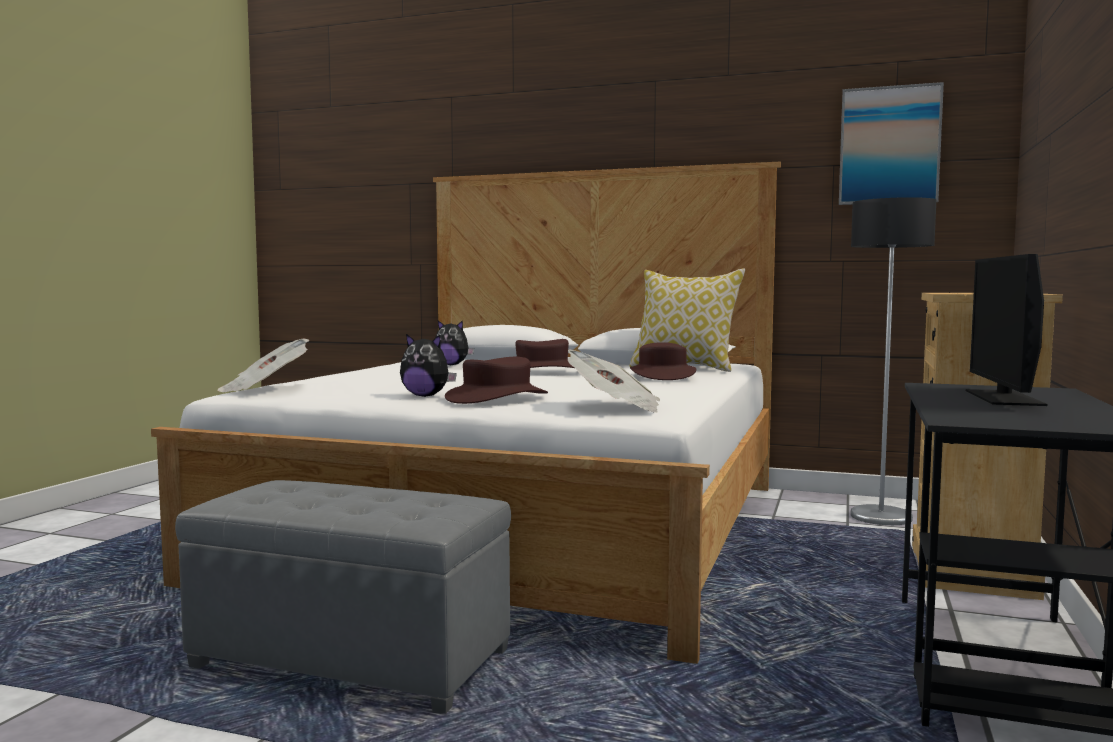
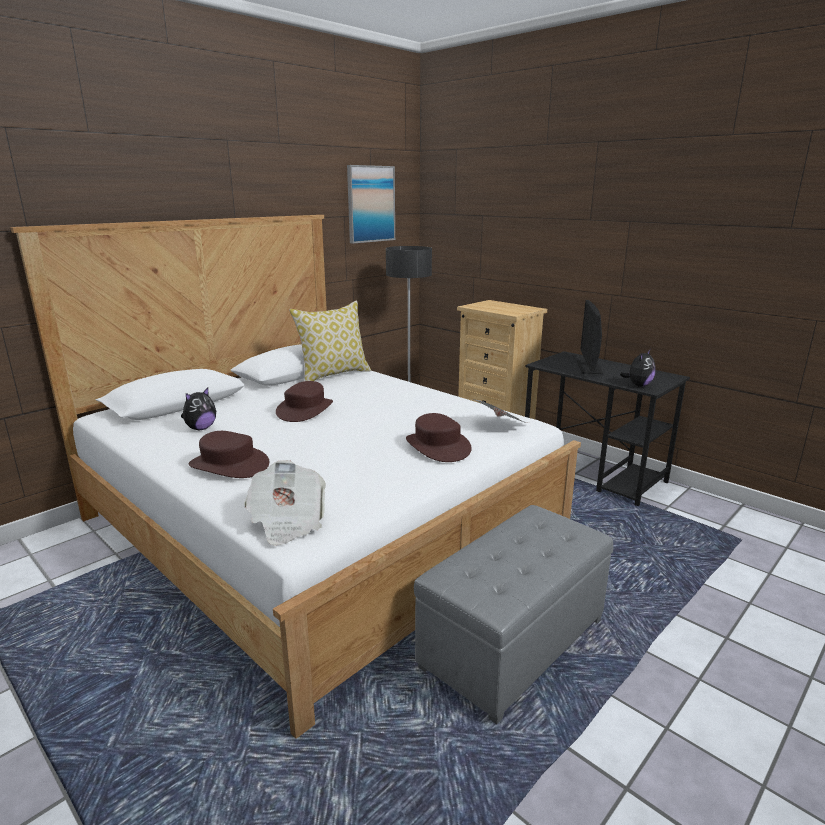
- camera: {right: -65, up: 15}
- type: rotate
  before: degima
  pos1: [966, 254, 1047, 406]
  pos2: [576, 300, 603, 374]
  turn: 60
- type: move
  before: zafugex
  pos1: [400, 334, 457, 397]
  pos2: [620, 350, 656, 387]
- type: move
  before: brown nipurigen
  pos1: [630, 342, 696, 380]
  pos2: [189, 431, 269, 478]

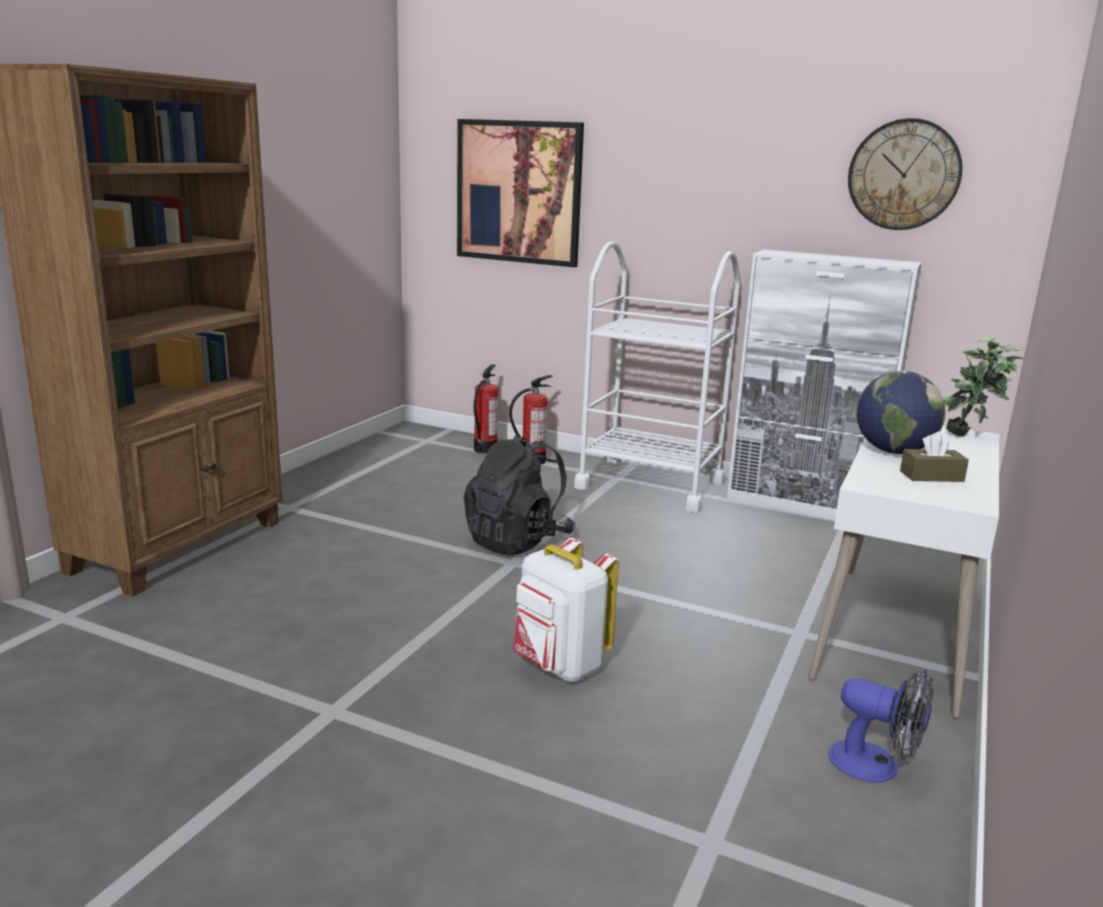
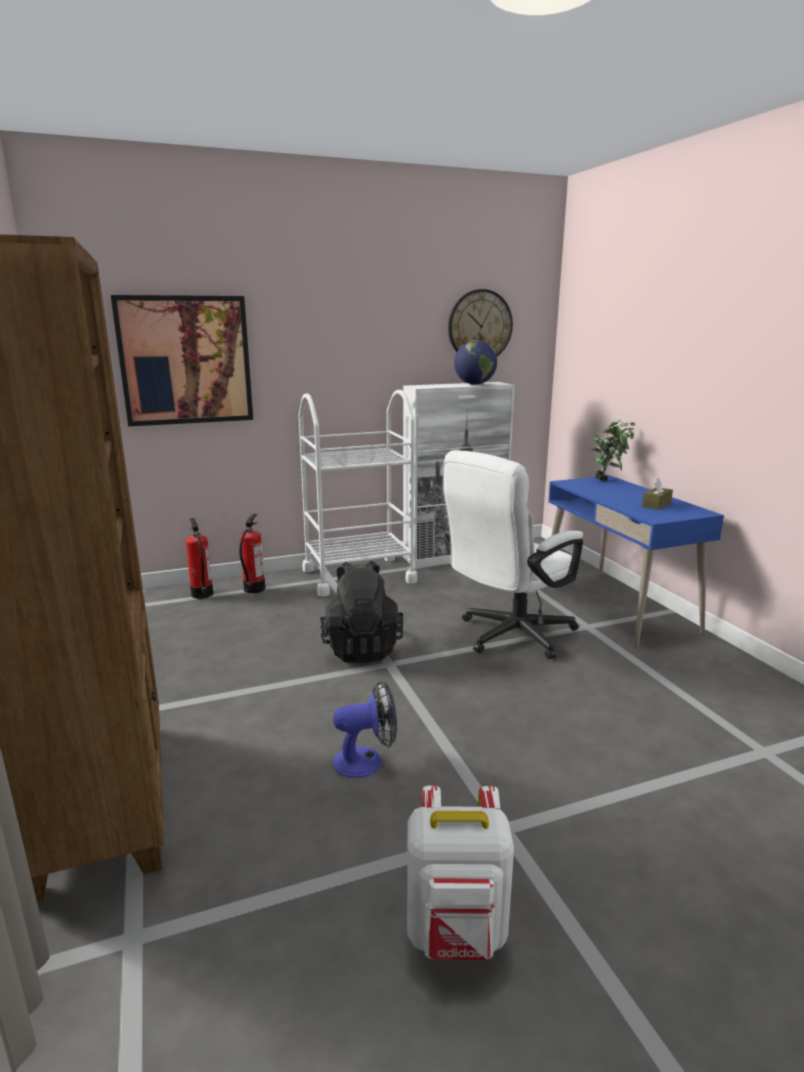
- camera: {right: -45, up: 0}
- type: move
  before: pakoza
  pos1: [857, 371, 945, 454]
  pos2: [454, 340, 497, 385]
- type: recolor
  before: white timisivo
  after: blue timisivo
  pos1: [809, 426, 999, 719]
  pos2: [548, 475, 724, 648]
- type: move
  before: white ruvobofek
  pos1: [513, 538, 619, 682]
  pos2: [407, 786, 514, 960]
- type: move
  before: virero
  pos1: [828, 669, 934, 783]
  pos2: [333, 680, 397, 778]
- type: insert
  after: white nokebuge
  pos2: [443, 450, 583, 659]

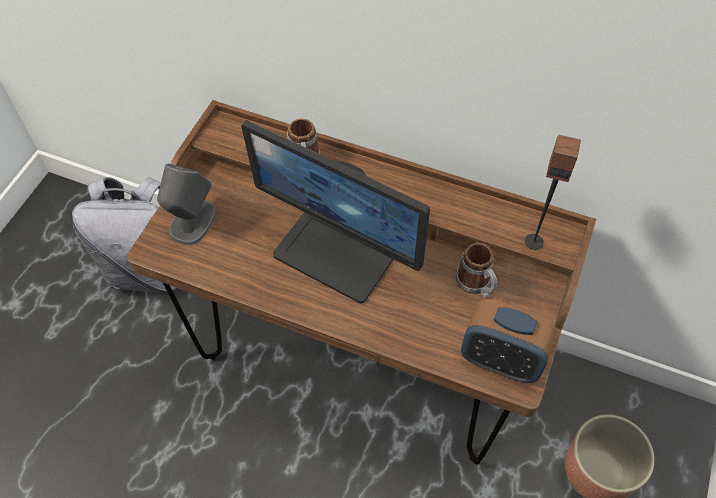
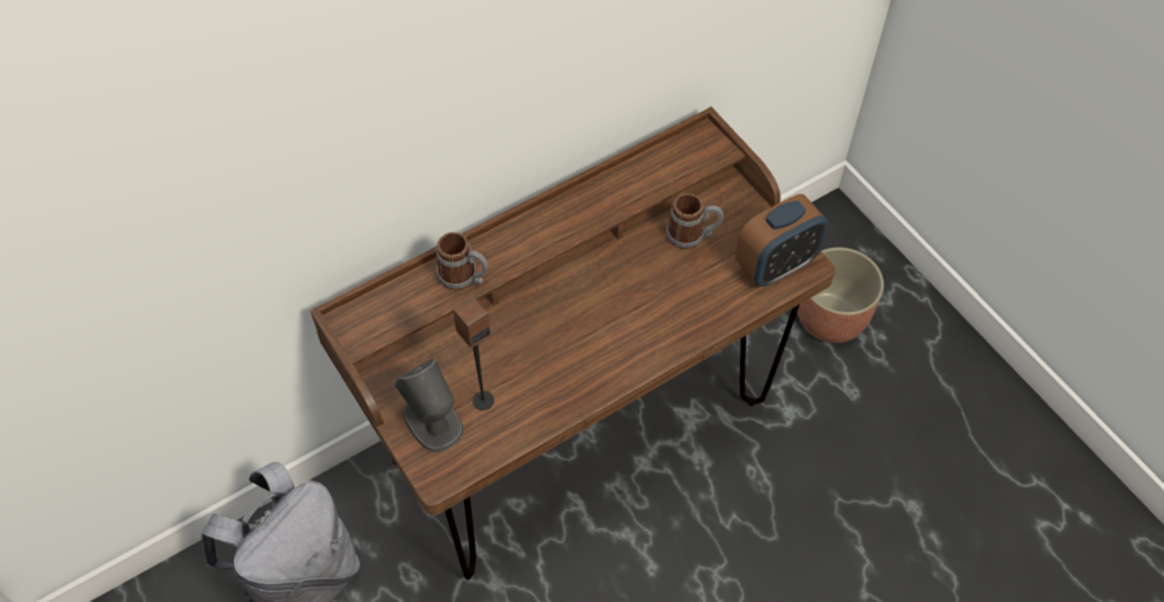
- camera: {right: -55, up: 0}
- type: delete
  before: degima
  pos1: [241, 120, 430, 303]
- type: move
  before: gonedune
  pos1: [524, 134, 581, 250]
  pos2: [453, 296, 494, 410]

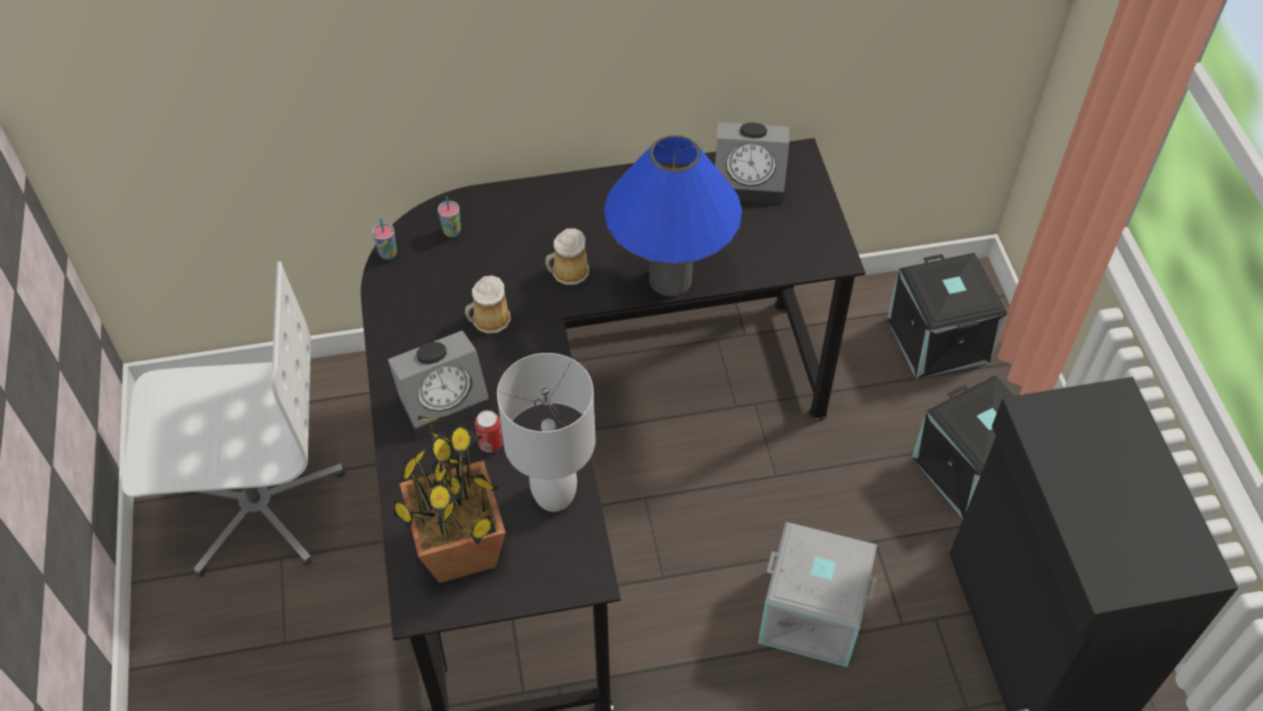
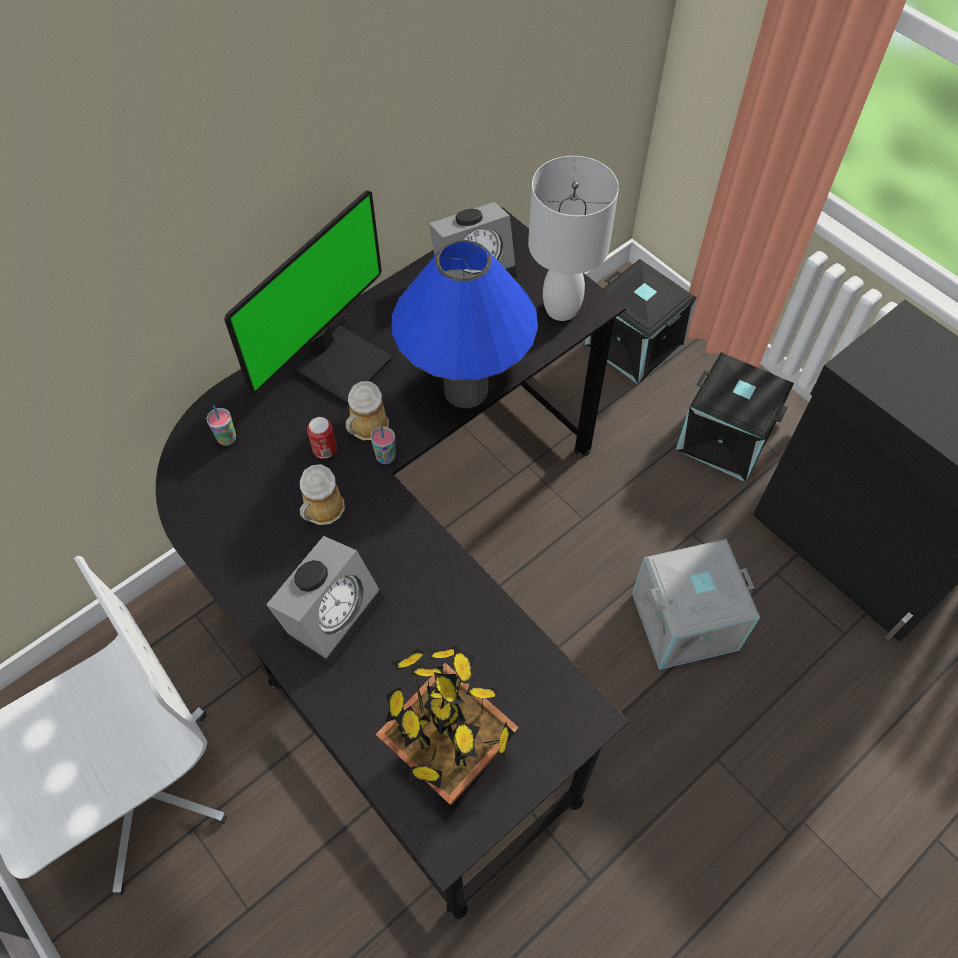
- camera: {right: -30, up: 5}
- type: move
  before: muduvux
  pos1: [372, 218, 397, 260]
  pos2: [371, 424, 396, 464]
- type: move
  before: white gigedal
  pos1: [497, 353, 595, 512]
  pos2: [528, 156, 619, 321]
- type: move
  before: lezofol
  pos1: [475, 410, 503, 453]
  pos2: [307, 417, 337, 459]
- type: insert
  after: degima
  pos2: [224, 190, 393, 404]

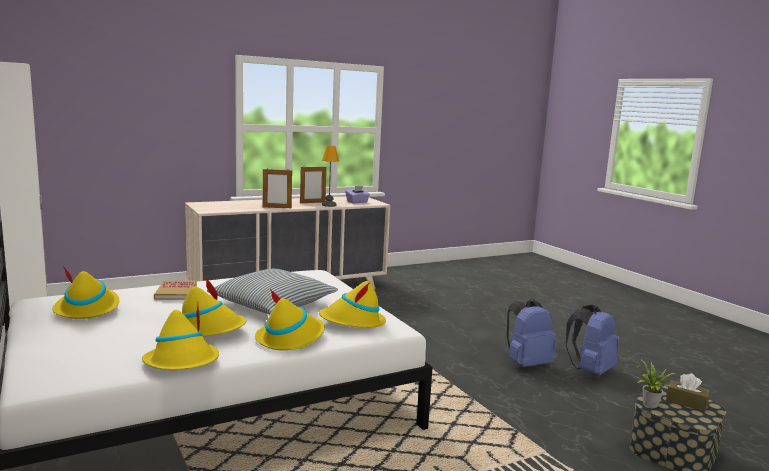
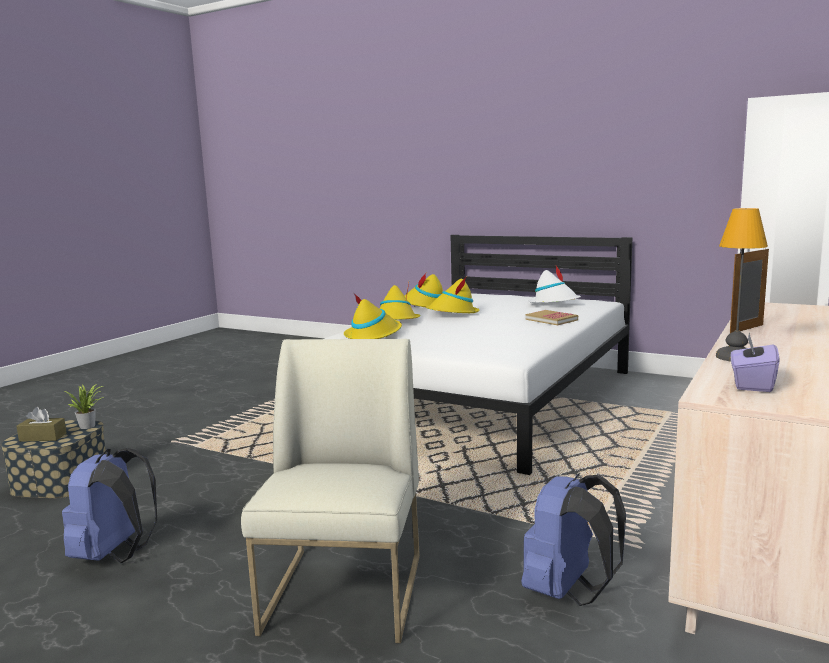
- camera: {right: 150, up: 0}
- type: delete
  before: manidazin
  pos1: [300, 167, 326, 203]
- type: recolor
  before: yellow nipurigen
  after: white nipurigen
  pos1: [52, 266, 119, 319]
  pos2: [529, 266, 581, 303]
- type: delete
  before: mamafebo
  pos1: [207, 269, 338, 314]
- type: move
  before: blue ruvobofek
  pos1: [507, 299, 556, 367]
  pos2: [521, 473, 626, 606]
- type: insert
  after: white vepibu
  pos2: [241, 339, 420, 643]

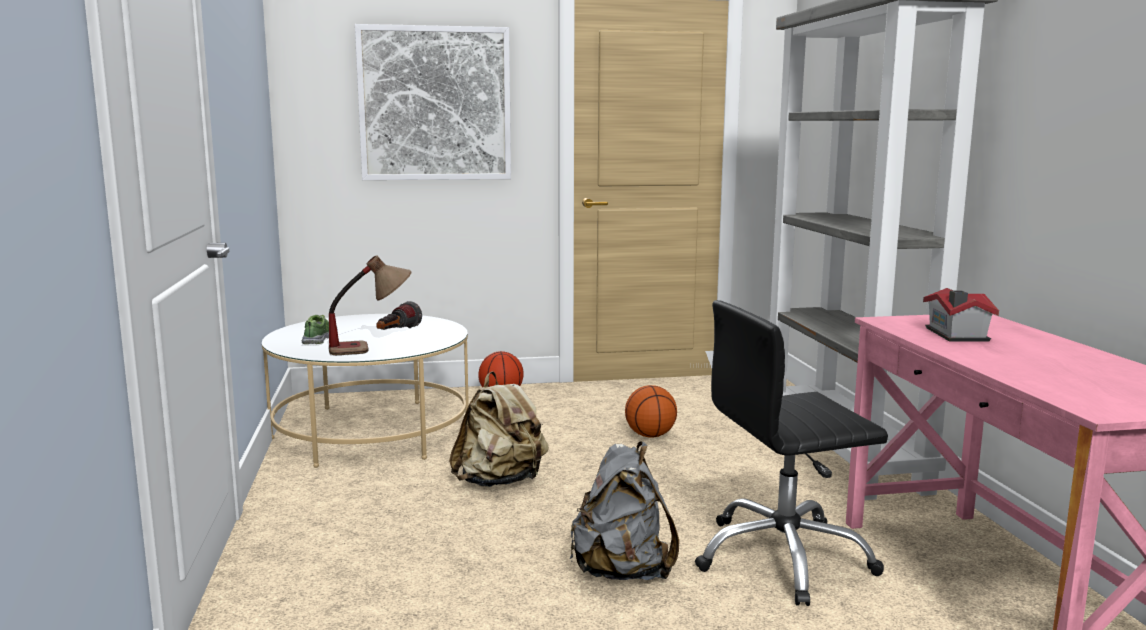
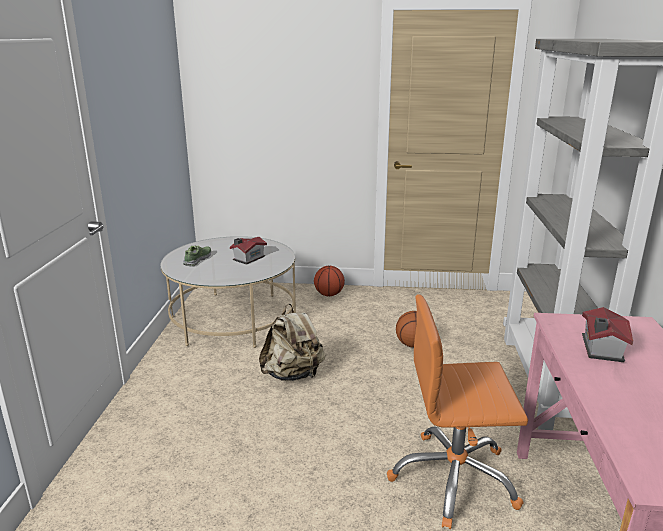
- camera: {right: 15, up: 10}
- type: delete
  before: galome
  pos1: [355, 24, 511, 180]
- type: delete
  before: gigedal
  pos1: [329, 255, 412, 355]
- type: recolor
  before: black nokebuge
  after: orange nokebuge
  pos1: [695, 300, 888, 606]
  pos2: [387, 294, 528, 529]
- type: replace
  before: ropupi
  after: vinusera
  pos1: [376, 301, 422, 330]
  pos2: [230, 237, 267, 264]
- type: delete
  before: grey ruvobofek
  pos1: [570, 441, 679, 580]

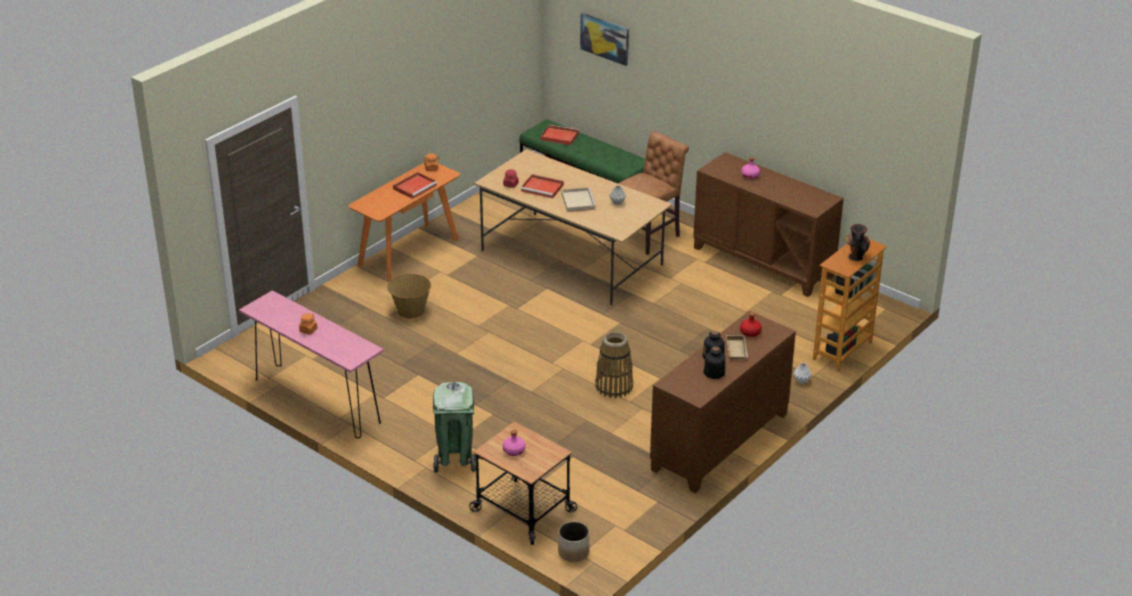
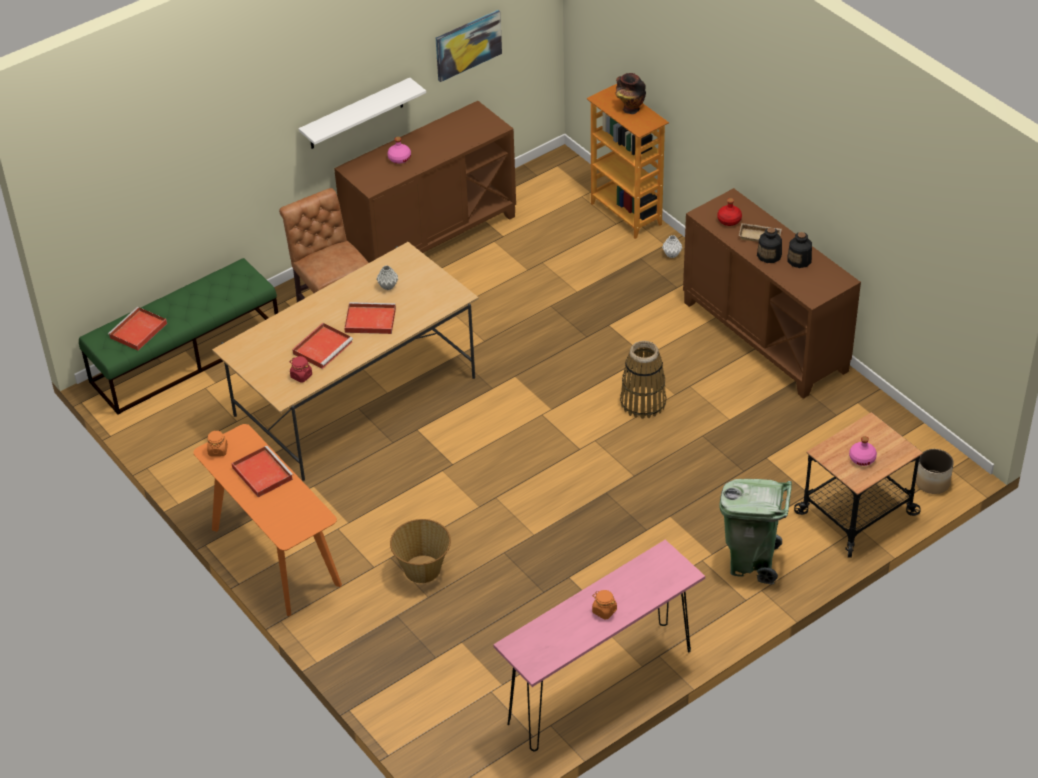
- camera: {right: -75, up: 10}
- type: move
  before: galome
  pos1: [580, 13, 629, 66]
  pos2: [436, 10, 502, 82]
- type: recolor
  before: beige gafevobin
  after: red gafevobin
  pos1: [561, 188, 596, 212]
  pos2: [344, 302, 396, 334]
- type: insert
  after: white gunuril
  pos2: [299, 78, 426, 149]

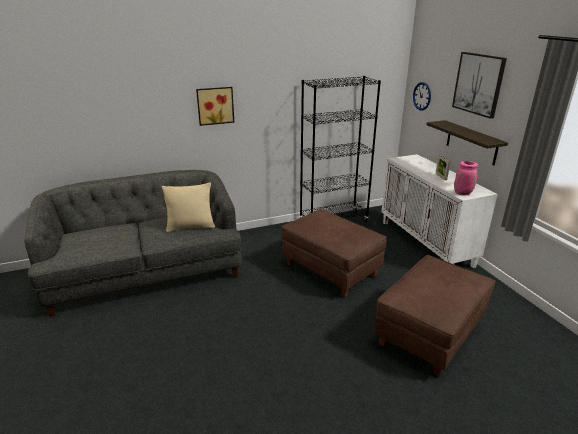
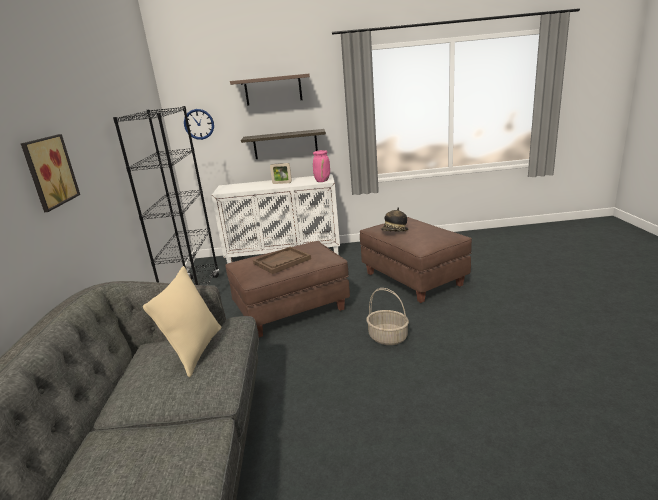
- camera: {right: -70, up: -5}
- type: replace
  before: galome
  after: gunuril
  pos1: [452, 52, 507, 119]
  pos2: [230, 74, 310, 106]
- type: insert
  after: nipurigen
  pos2: [381, 207, 409, 232]
- type: insert
  after: brown gafevobin
  pos2: [253, 246, 311, 274]
- type: insert
  after: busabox
  pos2: [366, 288, 409, 345]

